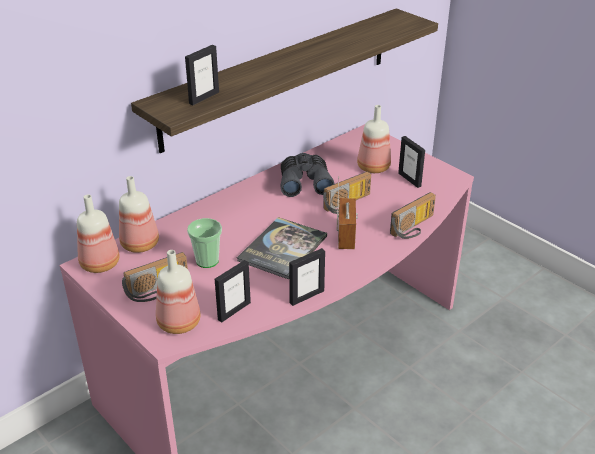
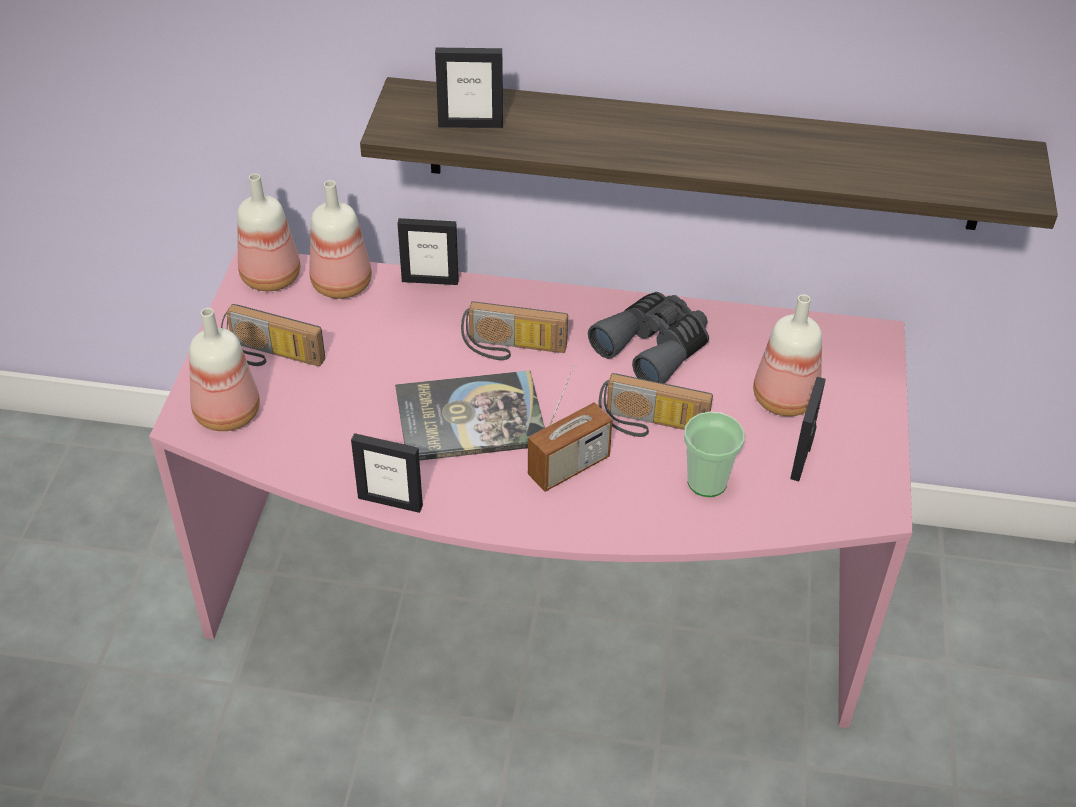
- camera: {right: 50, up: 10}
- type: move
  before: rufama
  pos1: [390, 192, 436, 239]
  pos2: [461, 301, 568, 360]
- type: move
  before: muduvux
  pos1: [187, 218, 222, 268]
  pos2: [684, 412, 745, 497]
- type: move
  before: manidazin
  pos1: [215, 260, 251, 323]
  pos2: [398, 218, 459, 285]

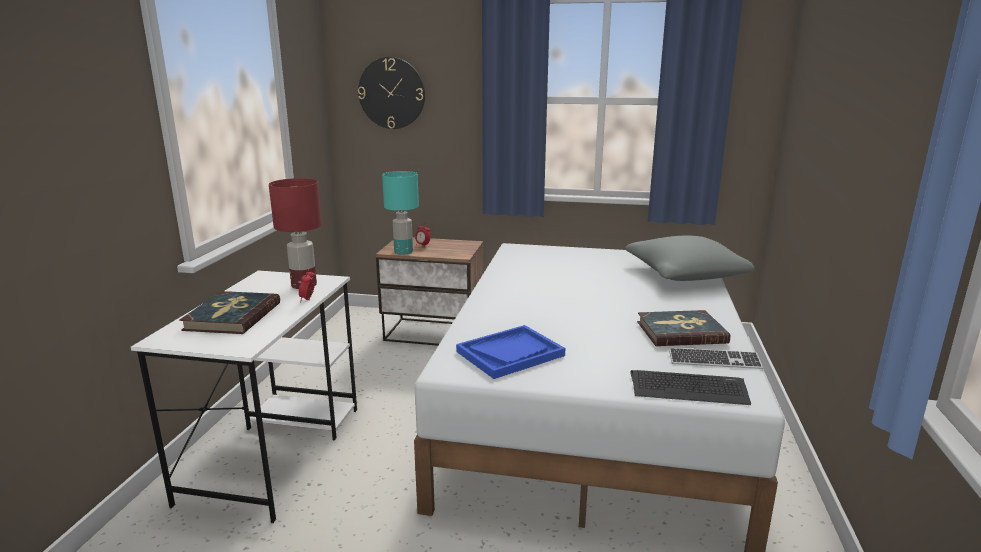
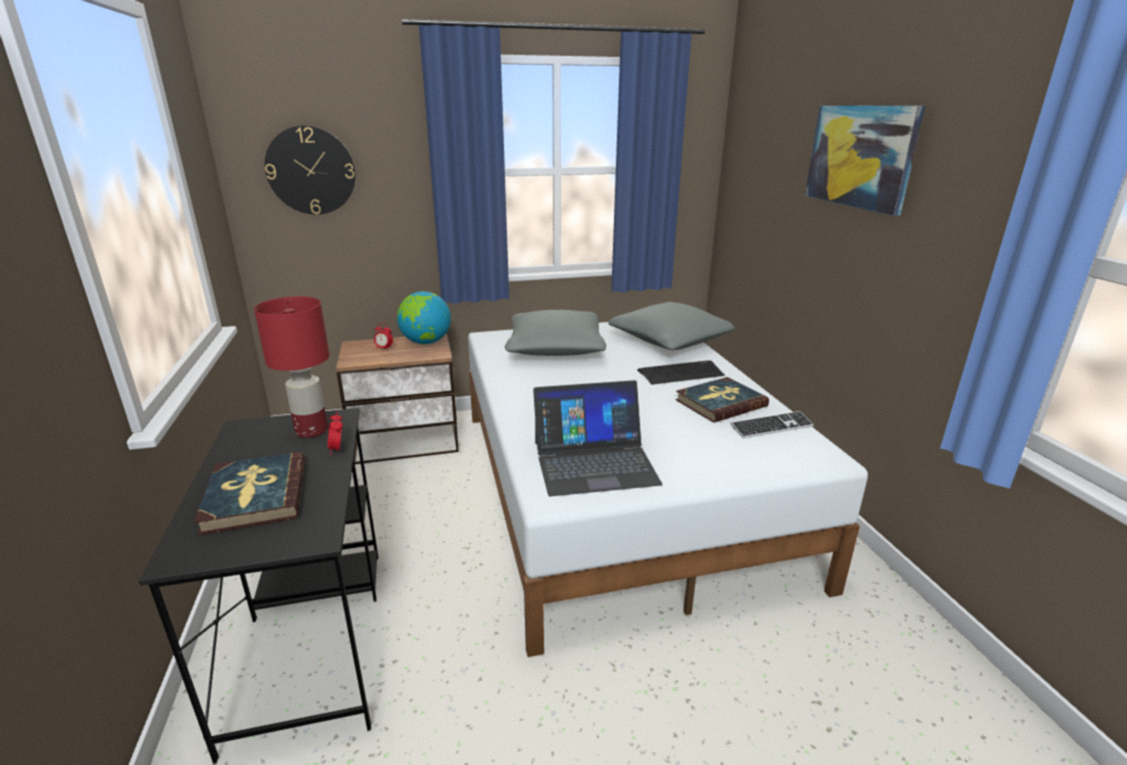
- camera: {right: -25, up: 5}
- type: delete
  before: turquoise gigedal
  pos1: [382, 171, 419, 255]
- type: recolor
  before: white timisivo
  after: black timisivo
  pos1: [131, 271, 357, 523]
  pos2: [139, 408, 378, 764]
- type: replace
  before: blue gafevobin
  after: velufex
  pos1: [456, 325, 565, 379]
  pos2: [533, 380, 662, 496]
- type: move
  before: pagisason
  pos1: [630, 370, 751, 405]
  pos2: [637, 360, 725, 385]
- type: insert
  after: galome
  pos2: [805, 105, 925, 216]
- type: insert
  after: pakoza
  pos2: [397, 291, 451, 344]
- type: insert
  after: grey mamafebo
  pos2: [505, 310, 606, 356]

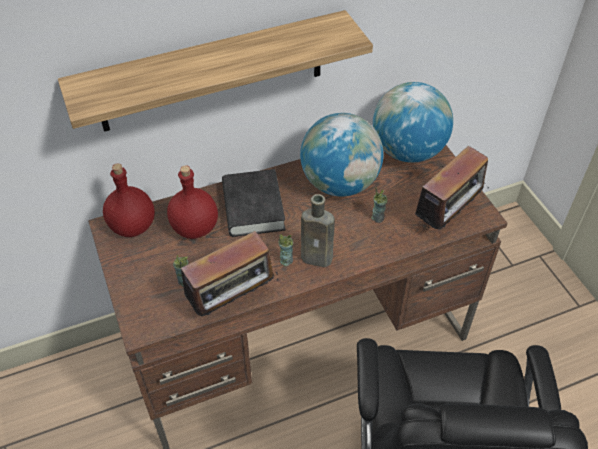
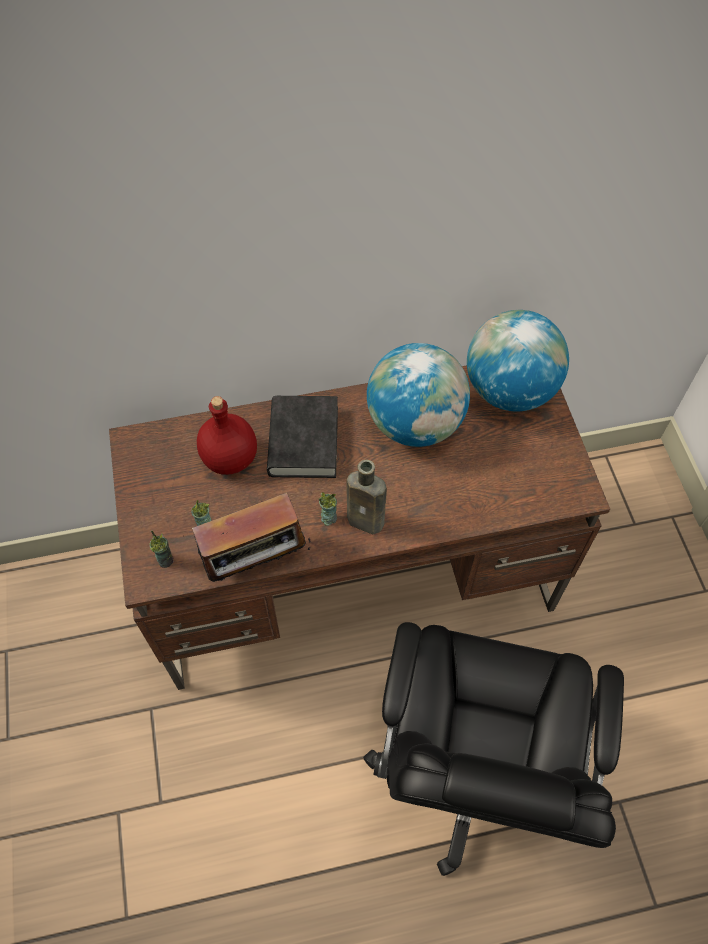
- camera: {right: 10, up: 10}
- type: delete
  before: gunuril
  pos1: [58, 10, 373, 132]
- type: delete
  before: rufama
  pos1: [415, 146, 489, 230]
- type: delete
  before: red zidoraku
  pos1: [103, 164, 155, 237]
- type: move
  before: muduvux
  pos1: [371, 187, 388, 223]
  pos2: [150, 530, 173, 568]

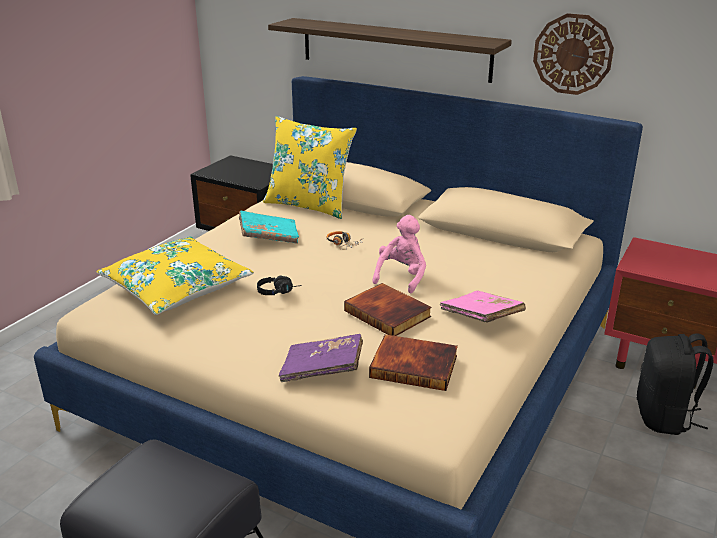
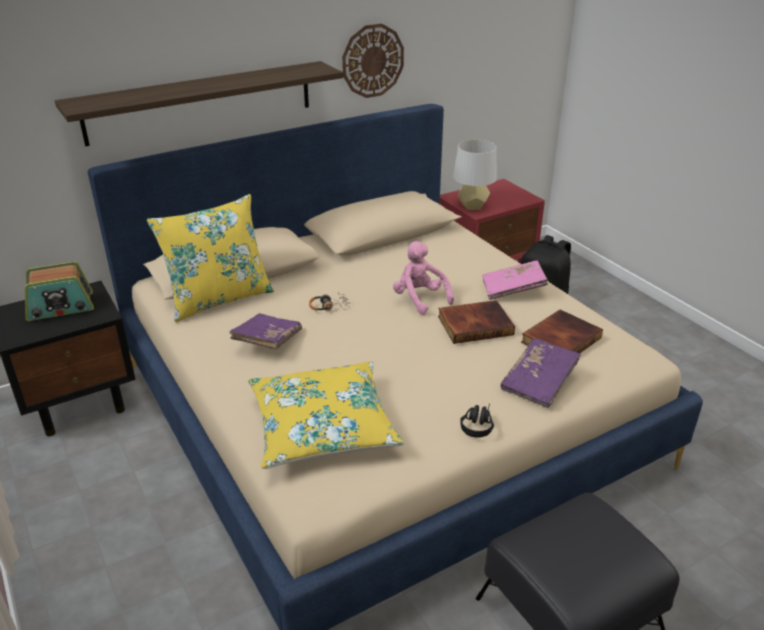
- camera: {right: -60, up: 5}
- type: recolor
  before: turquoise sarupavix
  after: purple sarupavix
  pos1: [239, 210, 299, 244]
  pos2: [229, 313, 302, 349]
- type: move
  before: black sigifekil
  pos1: [257, 276, 302, 295]
  pos2: [460, 403, 494, 438]
- type: insert
  after: grey gigedal
  pos2: [453, 140, 497, 210]
- type: insert
  after: rufama
  pos2: [25, 261, 94, 321]

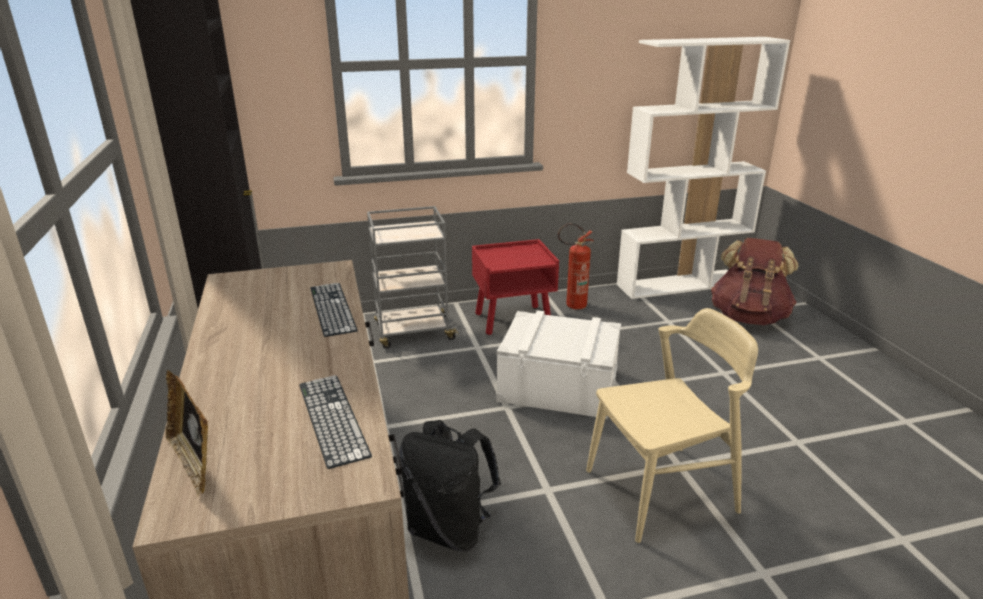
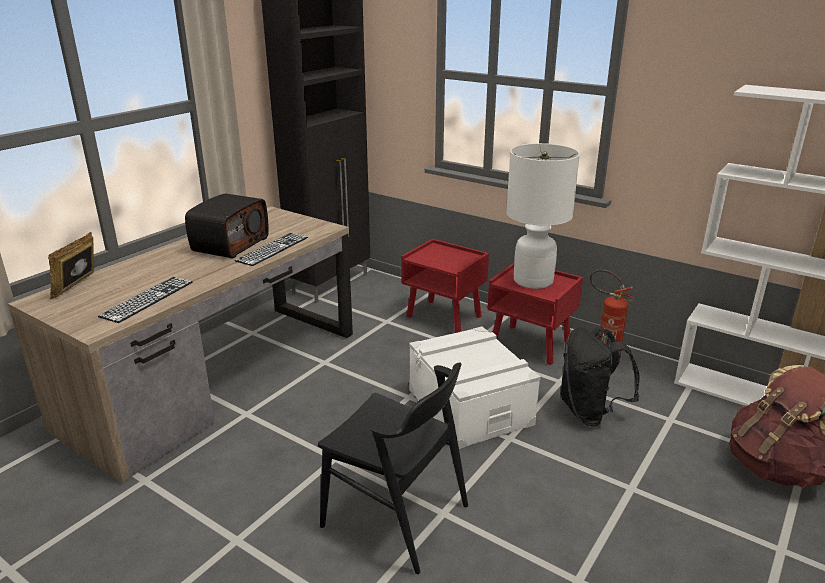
- camera: {right: 50, up: 0}
- type: replace
  before: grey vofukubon
  after: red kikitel
  pos1: [367, 206, 459, 349]
  pos2: [401, 239, 489, 333]
- type: recolor
  before: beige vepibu
  after: black vepibu
  pos1: [586, 308, 758, 543]
  pos2: [318, 363, 468, 574]
- type: move
  before: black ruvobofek
  pos1: [399, 420, 501, 552]
  pos2: [560, 327, 640, 427]
- type: insert
  after: white gigedal
  pos2: [506, 143, 580, 289]
- type: insert
  after: rufama
  pos2: [185, 194, 269, 258]

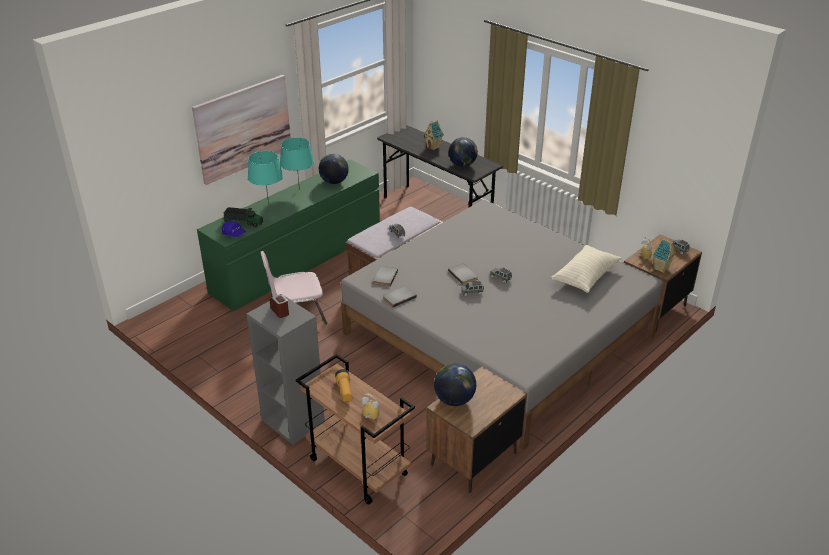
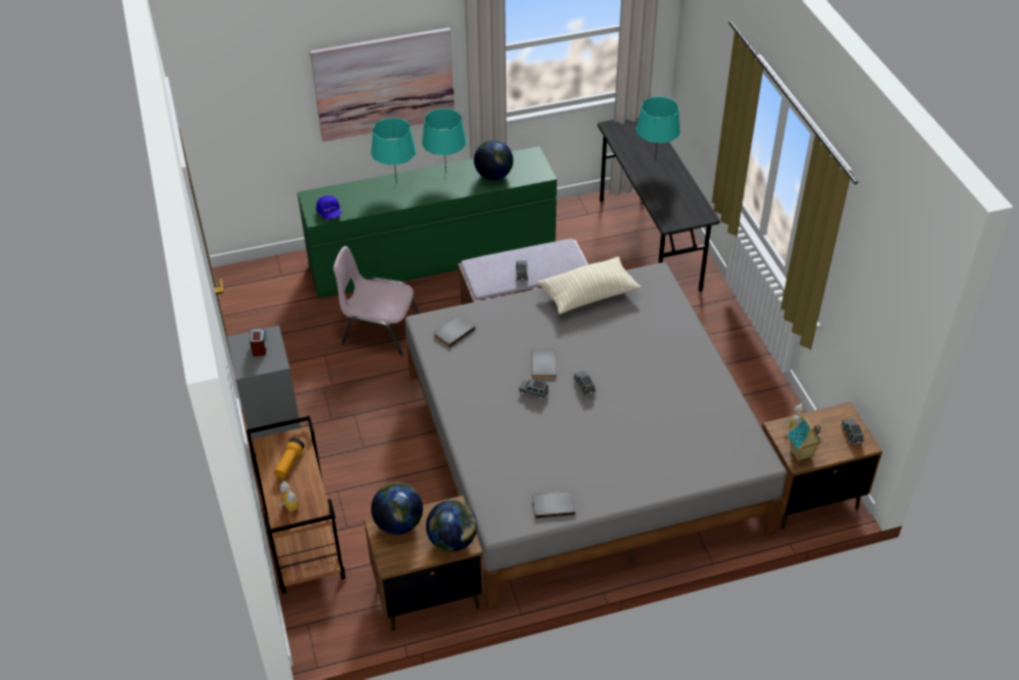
- camera: {right: 30, up: 10}
- type: replace
  before: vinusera
  after: turquoise gigedal
  pos1: [423, 120, 444, 150]
  pos2: [636, 97, 680, 162]
- type: move
  before: pakoza
  pos1: [449, 137, 478, 167]
  pos2: [426, 500, 477, 552]
- type: delete
  before: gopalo
  pos1: [223, 207, 263, 227]
- type: move
  before: beige mamafebo
  pos1: [551, 245, 621, 293]
  pos2: [537, 257, 641, 314]
- type: move
  before: grey sarupavix
  pos1: [383, 286, 417, 307]
  pos2: [532, 491, 575, 518]

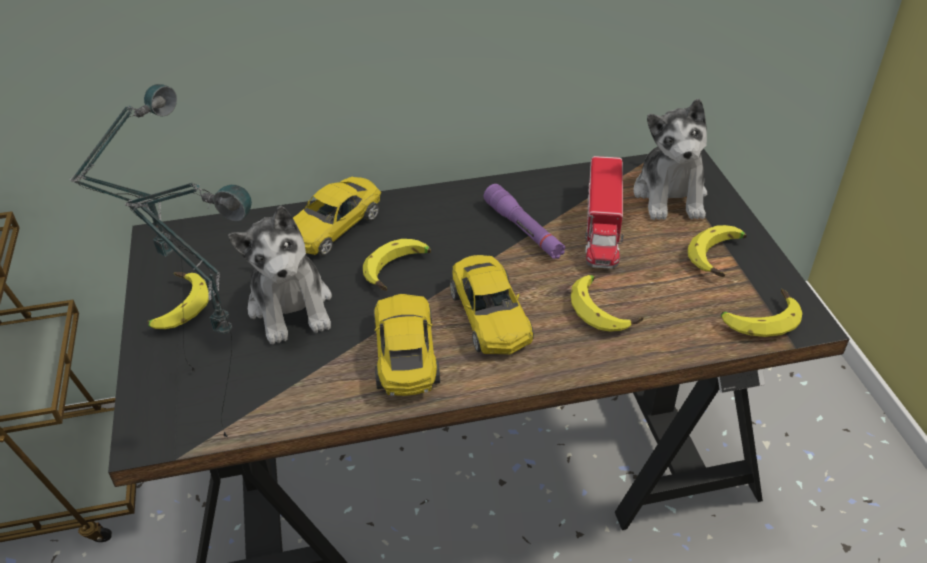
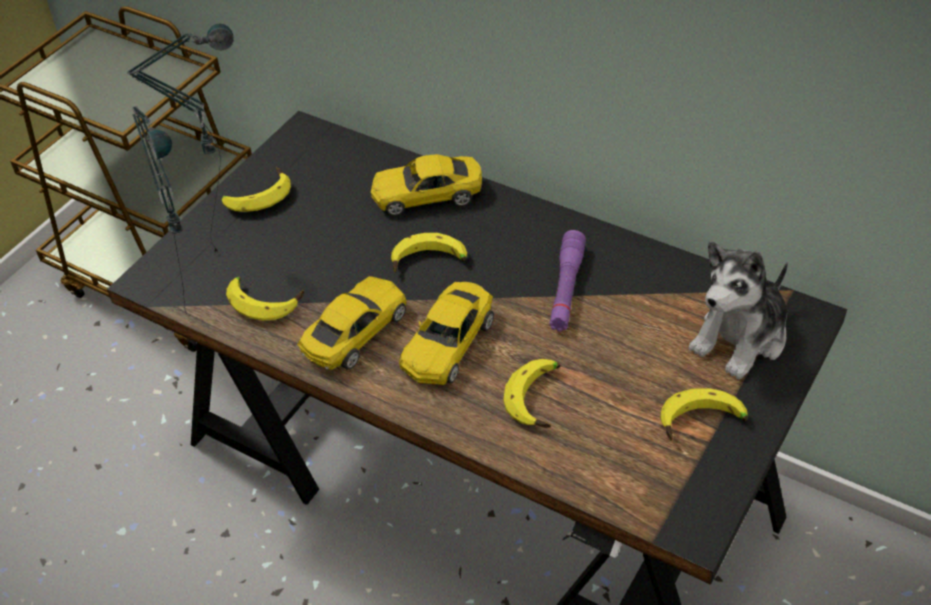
- camera: {right: 45, up: 5}
- type: delete
  before: gopalo
  pos1: [585, 156, 624, 269]
- type: delete
  before: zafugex
  pos1: [228, 206, 332, 345]
- type: move
  before: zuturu
  pos1: [721, 289, 802, 337]
  pos2: [226, 277, 304, 321]

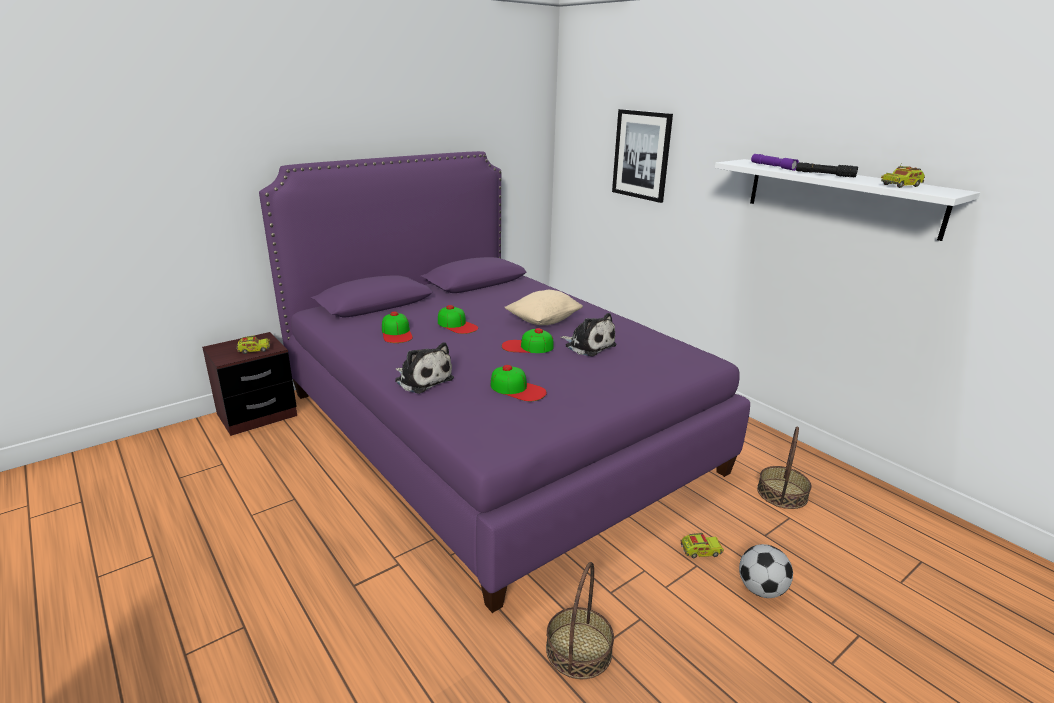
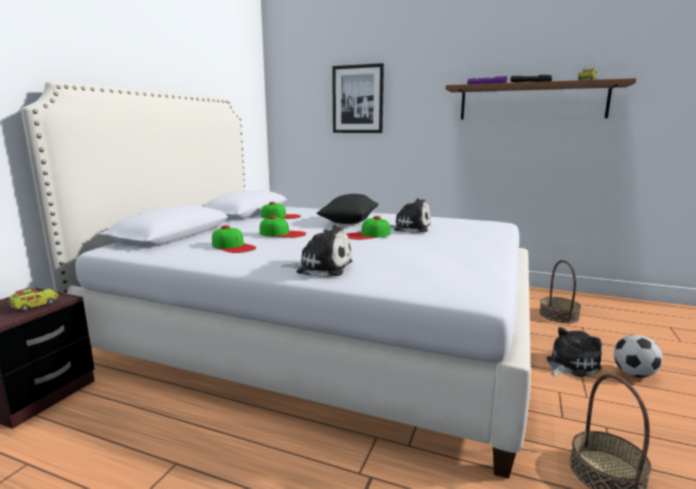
- camera: {right: -30, up: -10}
- type: recolor
  before: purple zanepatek
  after: white zanepatek
  pos1: [259, 151, 750, 613]
  pos2: [21, 82, 531, 479]
- type: recolor
  before: white gunuril
  after: brown gunuril
  pos1: [715, 159, 980, 241]
  pos2: [446, 78, 636, 119]
- type: recolor
  before: beige mamafebo
  after: black mamafebo
  pos1: [505, 290, 583, 325]
  pos2: [317, 194, 379, 224]
- type: move
  before: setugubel
  pos1: [491, 365, 547, 401]
  pos2: [261, 202, 301, 219]
- type: replace
  before: gopalo
  after: zafugex
  pos1: [681, 533, 724, 558]
  pos2: [546, 327, 602, 377]

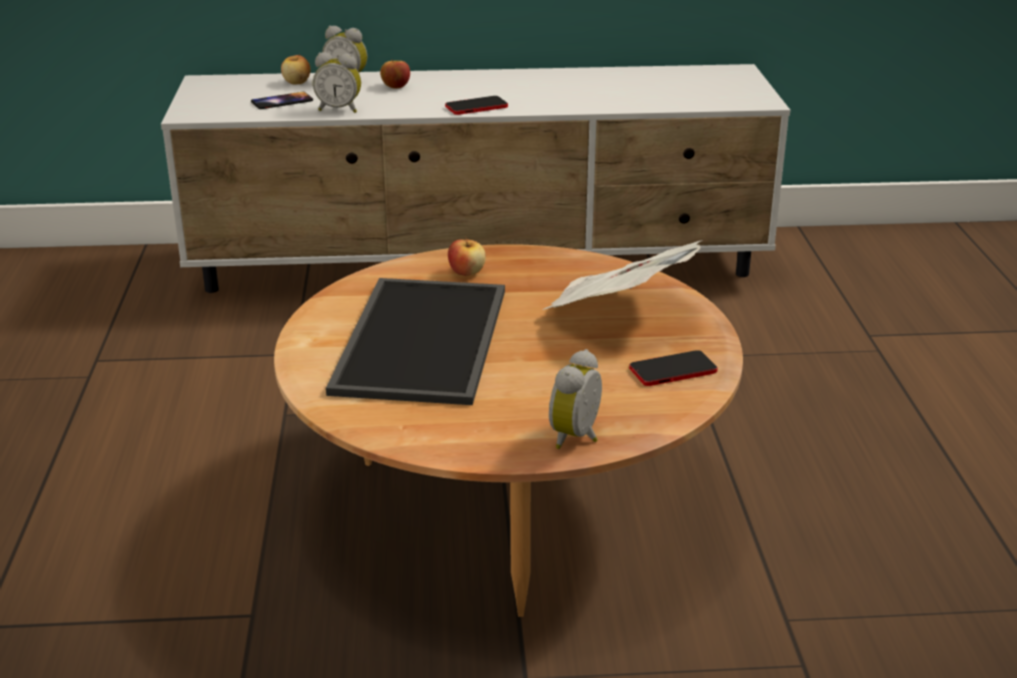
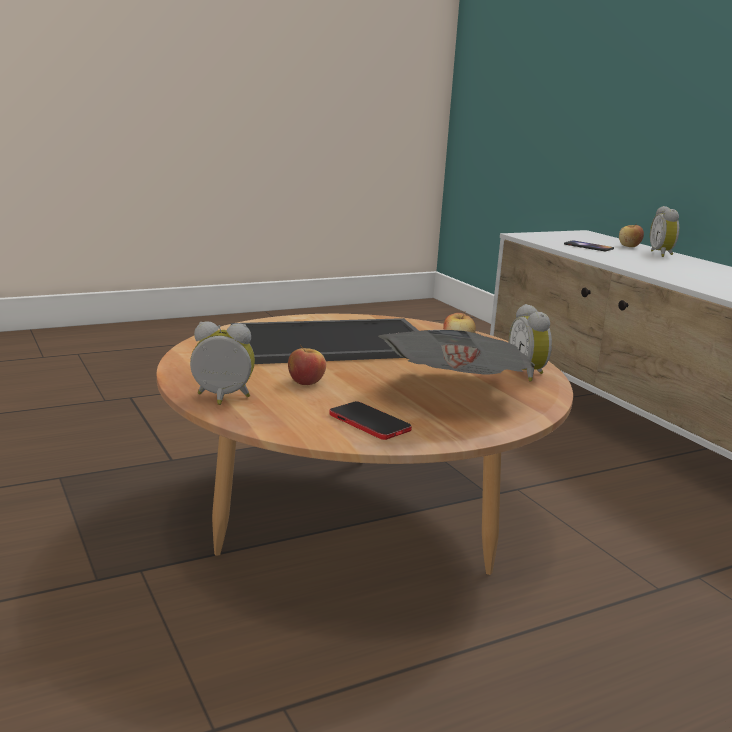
- camera: {right: 65, up: -10}
- type: move
  before: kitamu
  pos1: [313, 52, 361, 113]
  pos2: [508, 304, 552, 381]
- type: move
  before: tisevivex
  pos1: [380, 59, 410, 89]
  pos2: [288, 345, 326, 385]
- type: delete
  before: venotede
  pos1: [445, 96, 508, 115]

